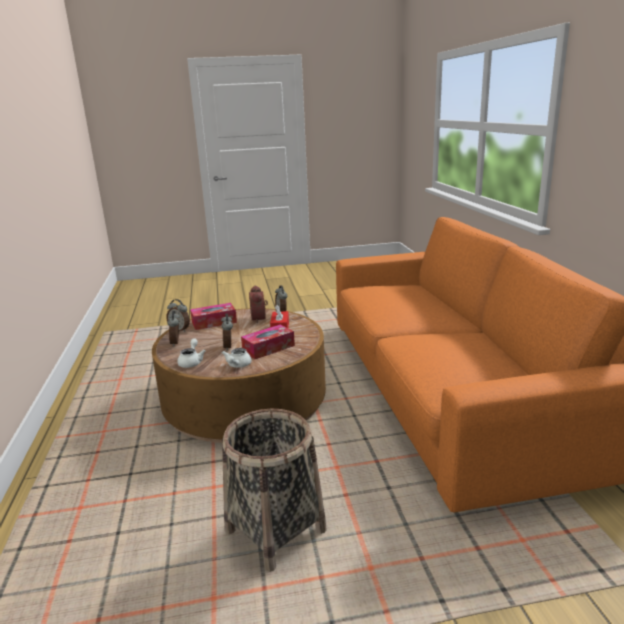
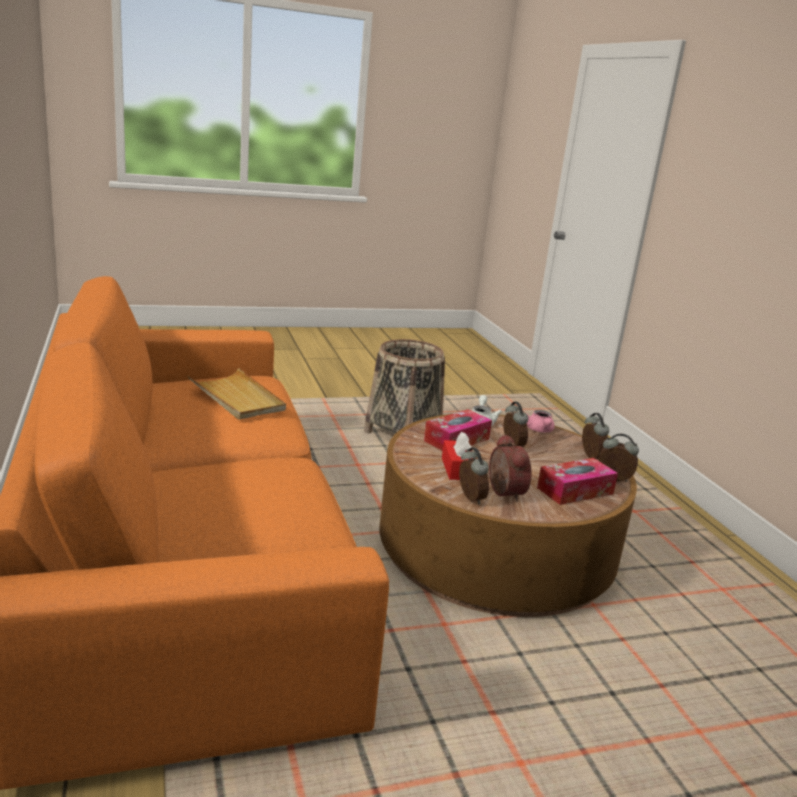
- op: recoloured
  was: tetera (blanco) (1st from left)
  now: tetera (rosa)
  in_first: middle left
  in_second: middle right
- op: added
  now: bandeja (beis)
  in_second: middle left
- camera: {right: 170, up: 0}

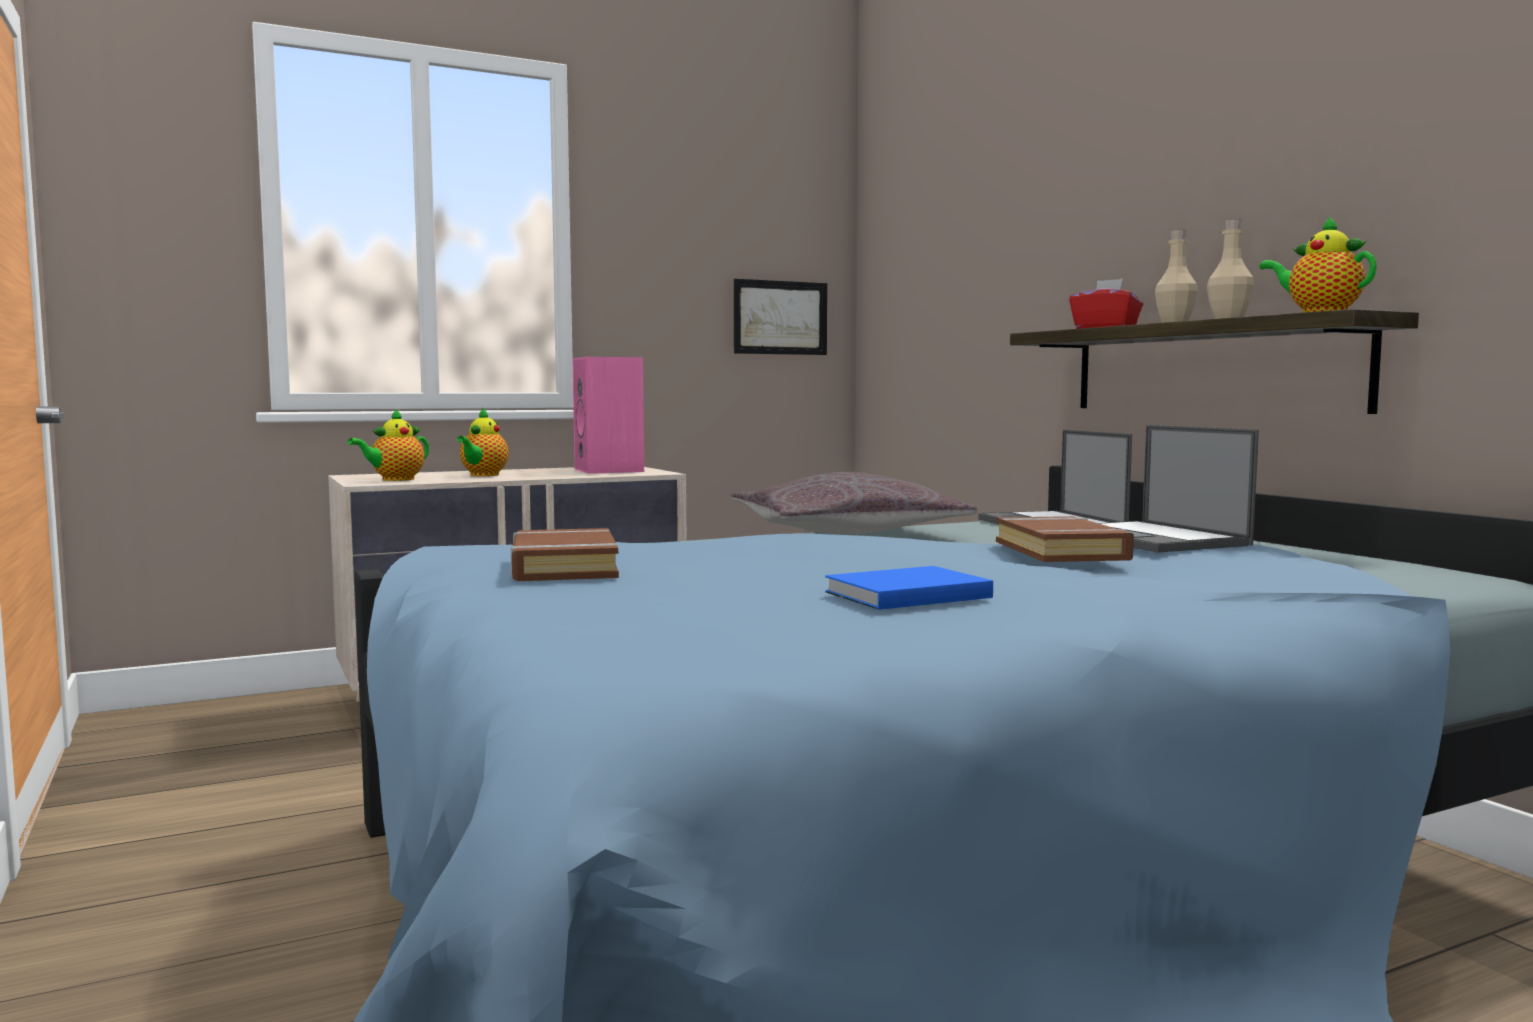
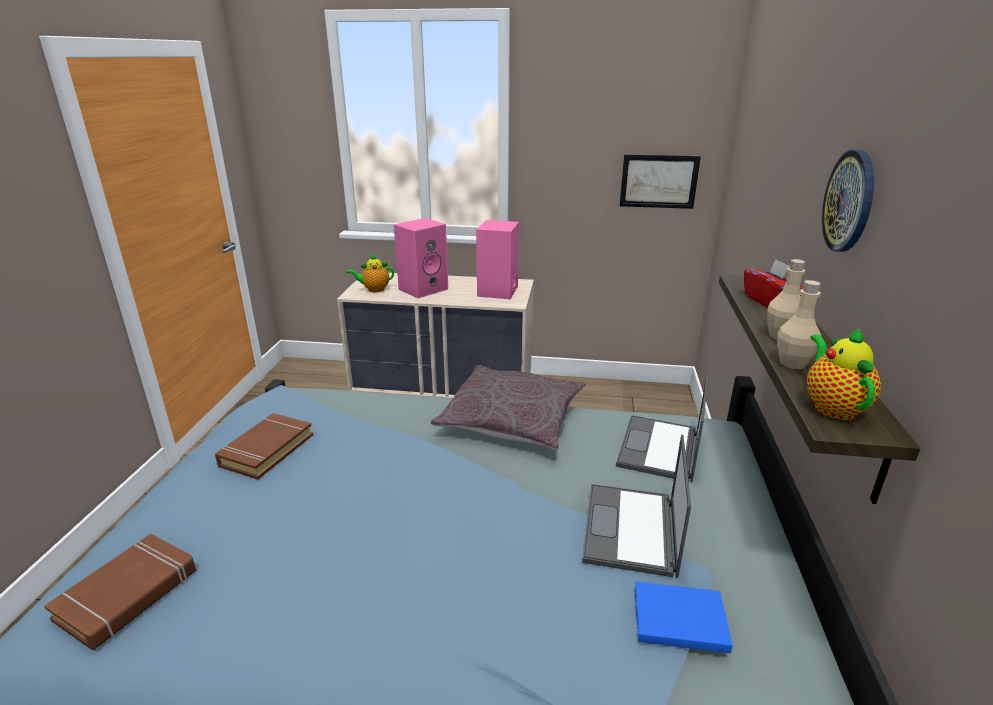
- op: replaced
  was: tetera (2nd from left)
  now: altavoz (rosa) (1st from left)
  in_first: middle left
  in_second: centre
- op: moved
  was: libro (marrón) (2nd from left in the first image)
  now: libro (marrón) (1st from left)
  in_first: middle right
  in_second: bottom left
- op: moved
  was: libro (azul)
  in_first: centre
  in_second: bottom right
- op: added
  now: reloj de pared
  in_second: top right
- camera: {right: 35, up: 20}

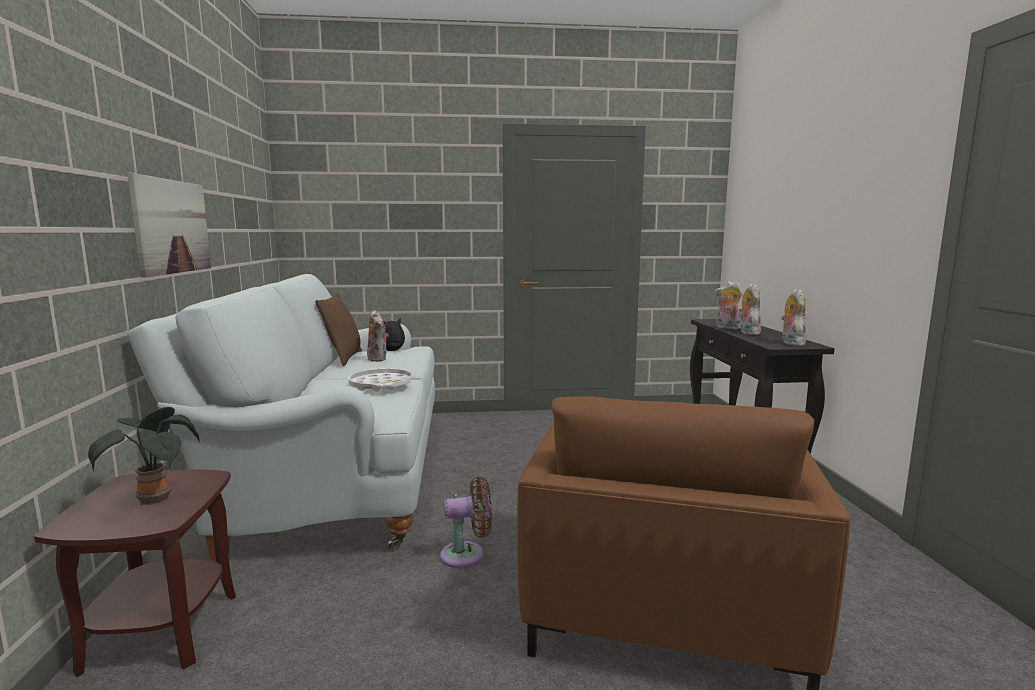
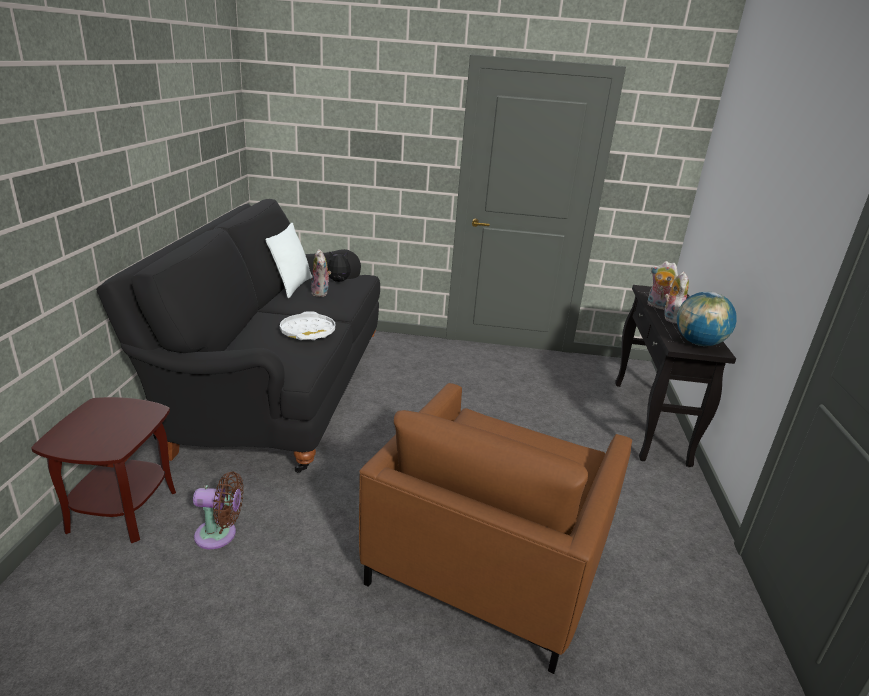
- op: removed
  was: cuadro
  in_first: top left
- op: recoloured
  was: sofá (blanco)
  now: sofá (negro)
  in_first: middle left
  in_second: middle left
- op: replaced
  was: peluche (5th from left)
  now: globo terráqueo
  in_first: middle right
  in_second: middle right
- op: recoloured
  was: cojín (marrón)
  now: cojín (blanco)
  in_first: middle left
  in_second: middle left
- op: removed
  was: planta en maceta
  in_first: middle left
- op: moved
  was: ventilador (marrón)
  in_first: bottom centre
  in_second: bottom left
- camera: {right: 10, up: 15}

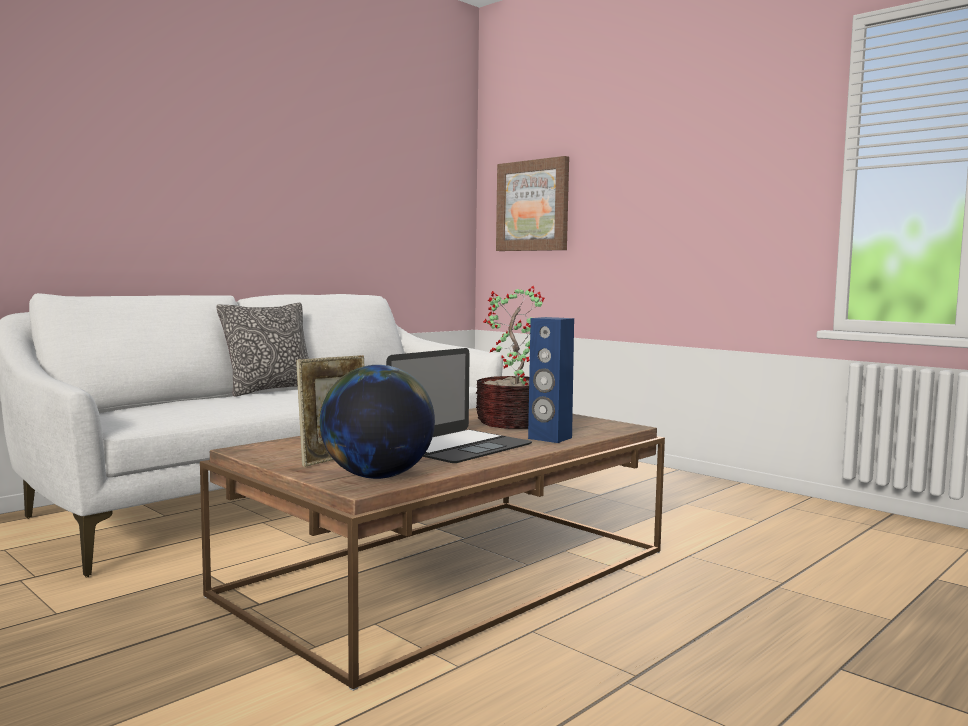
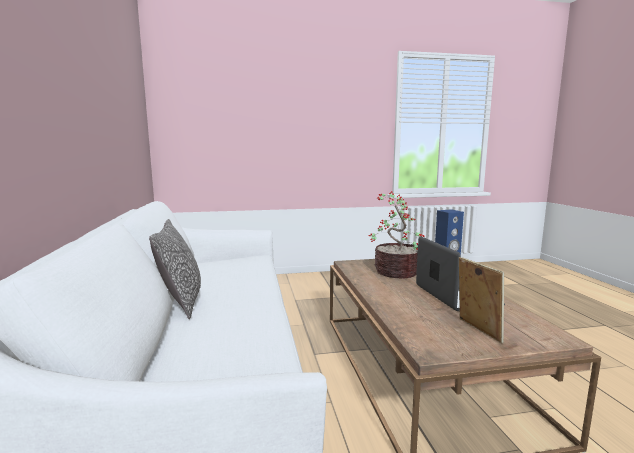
- op: removed
  was: cuadro
  in_first: top centre
- op: removed
  was: globo terráqueo
  in_first: centre
- camera: {right: -55, up: 5}

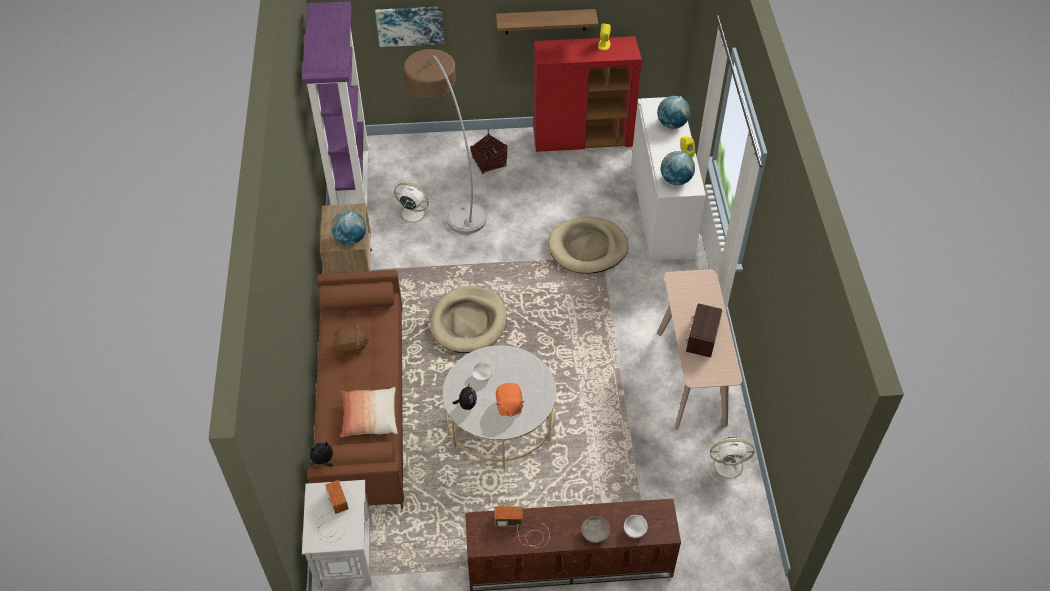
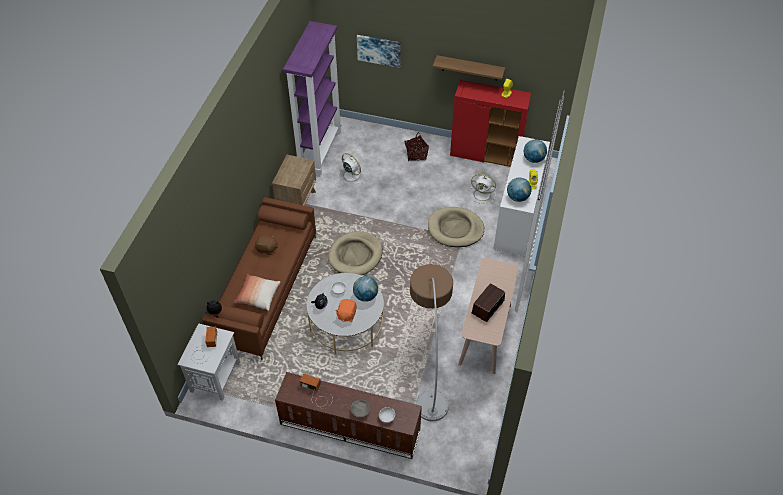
- op: moved
  was: lámpara de pie
  in_first: top centre
  in_second: bottom centre
- op: moved
  was: globo terráqueo (1st from left)
  in_first: middle left
  in_second: centre
- op: moved
  was: ventilador (blanco) (2nd from left)
  in_first: bottom right
  in_second: centre
- camera: {right: 20, up: 0}

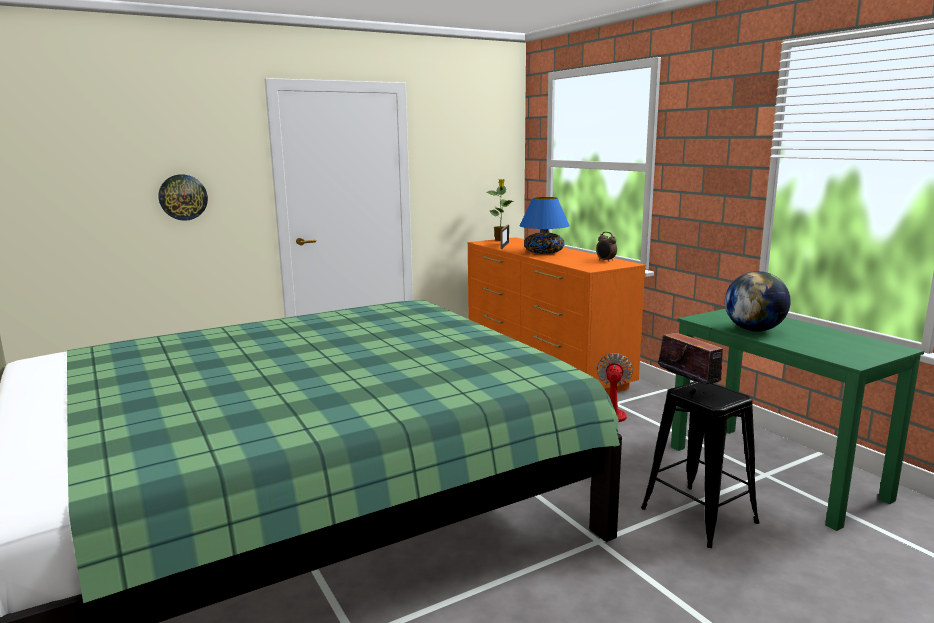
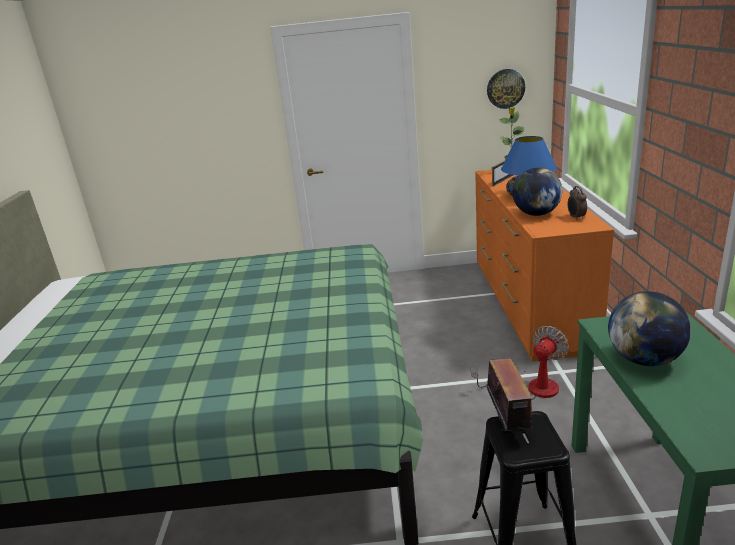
- op: moved
  was: reloj de pared
  in_first: top left
  in_second: top right
- op: added
  now: globo terráqueo (1st from left)
  in_second: middle right
- camera: {right: 30, up: 10}

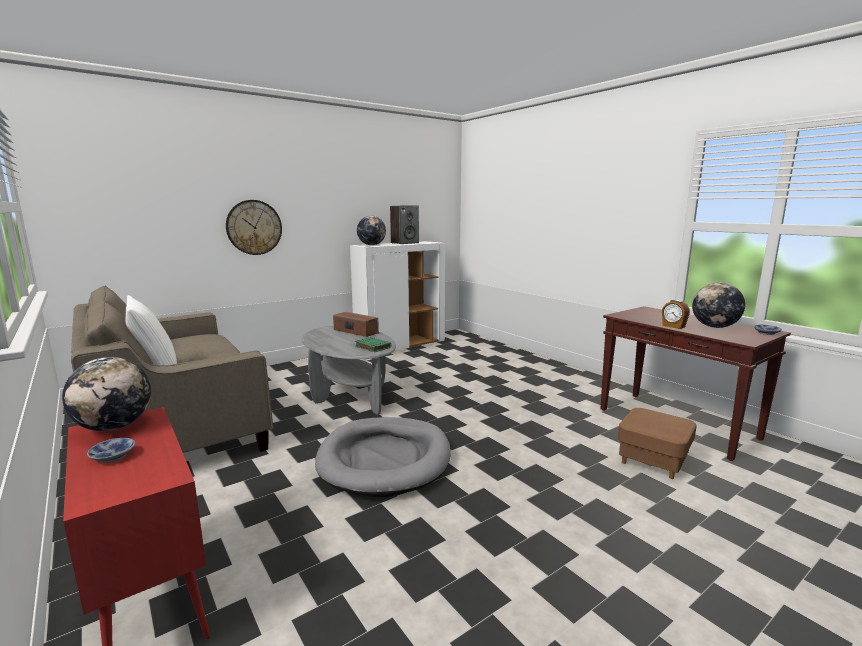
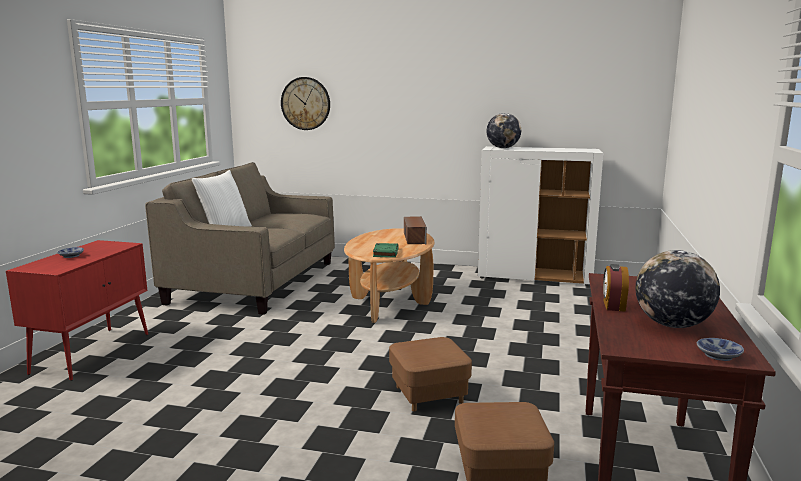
- op: moved
  was: reloj de pared
  in_first: middle left
  in_second: top centre
- op: removed
  was: altavoz (2nd from left)
  in_first: centre
- op: recoloured
  was: mesa de centro (gris)
  now: mesa de centro (marrón)
  in_first: centre
  in_second: centre
- op: removed
  was: globo terráqueo (1st from left)
  in_first: middle left
- op: removed
  was: cama para perro (gris)
  in_first: bottom centre
- op: added
  now: puf (marrón) (1st from left)
  in_second: bottom centre
- camera: {right: 50, up: 0}

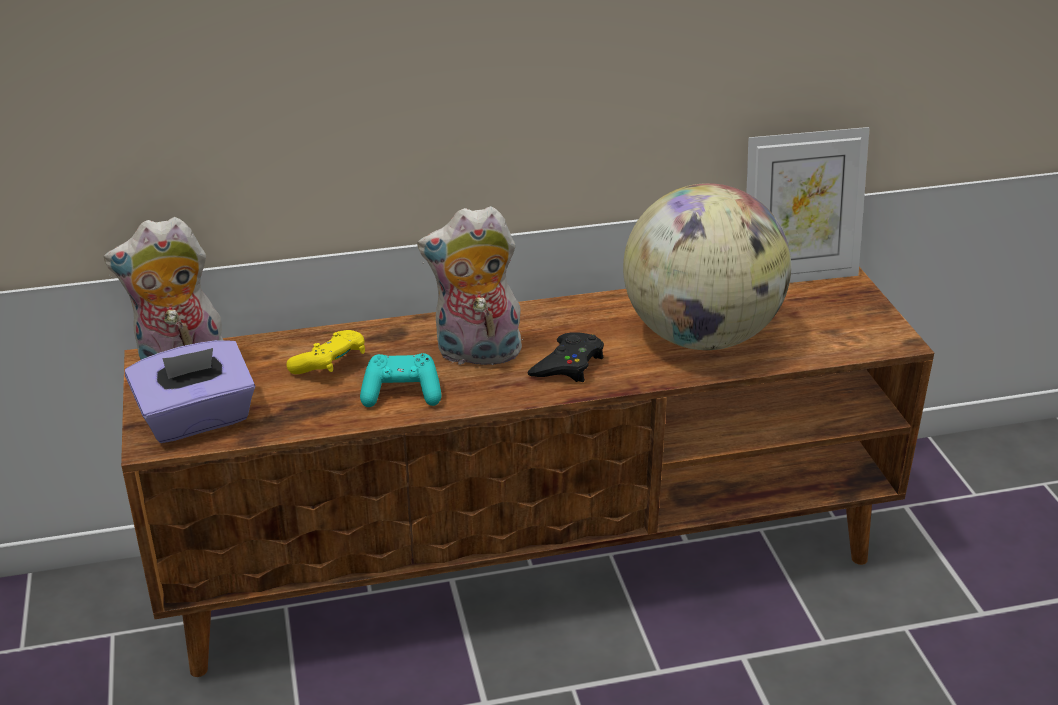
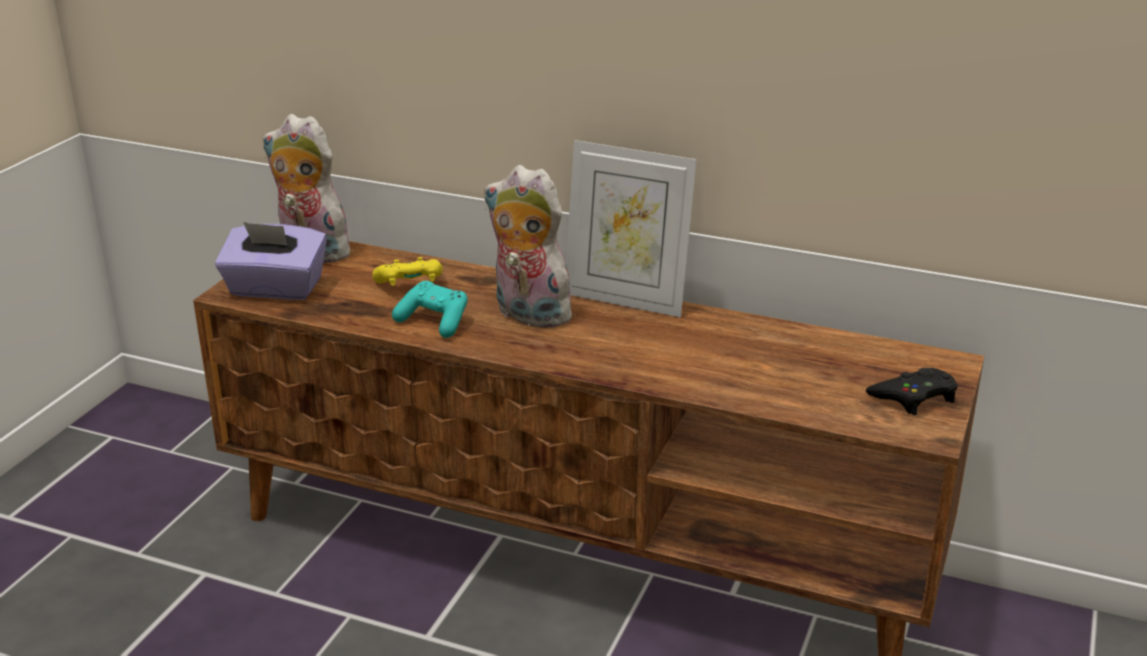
- op: moved
  was: portarretratos
  in_first: top right
  in_second: centre
- op: removed
  was: globo terráqueo
  in_first: middle right
- op: moved
  was: mando de consola (negro)
  in_first: centre
  in_second: middle right
- camera: {right: 35, up: -5}

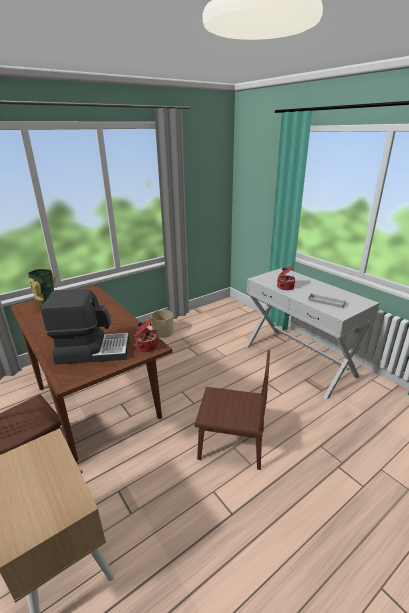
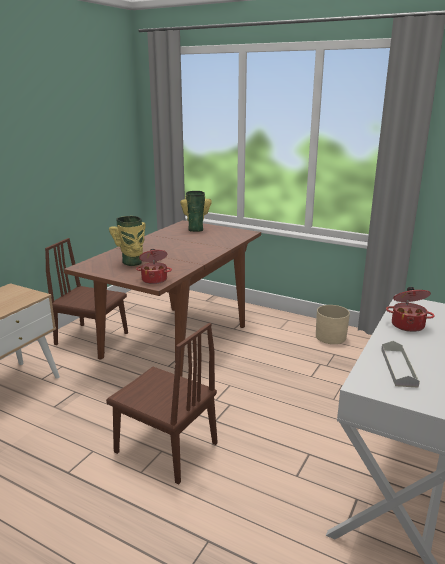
- op: replaced
  was: cafetera
  now: florero (1st from left)
  in_first: middle left
  in_second: middle left
- op: turned
  was: silla (marrón) (2nd from left)
  in_first: bottom centre
  in_second: bottom centre
  clockwise: -45
- camera: {right: 65, up: -5}

